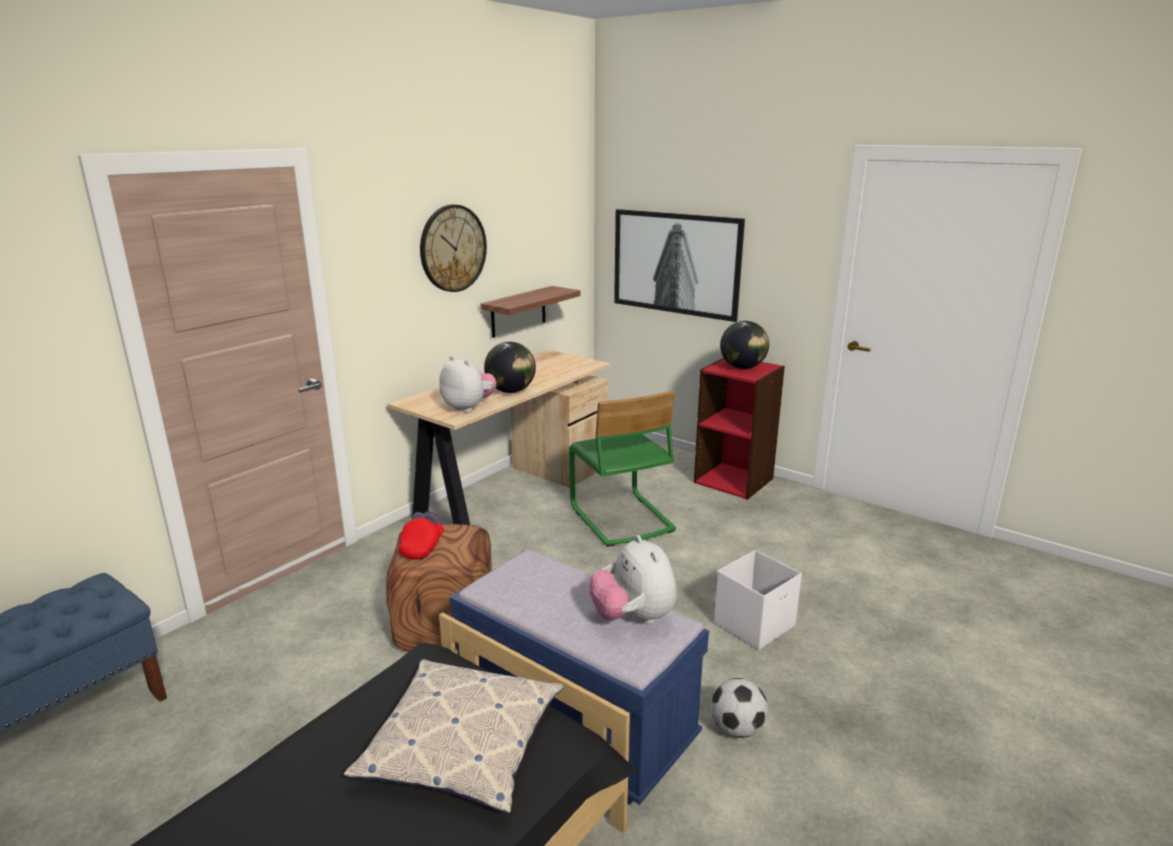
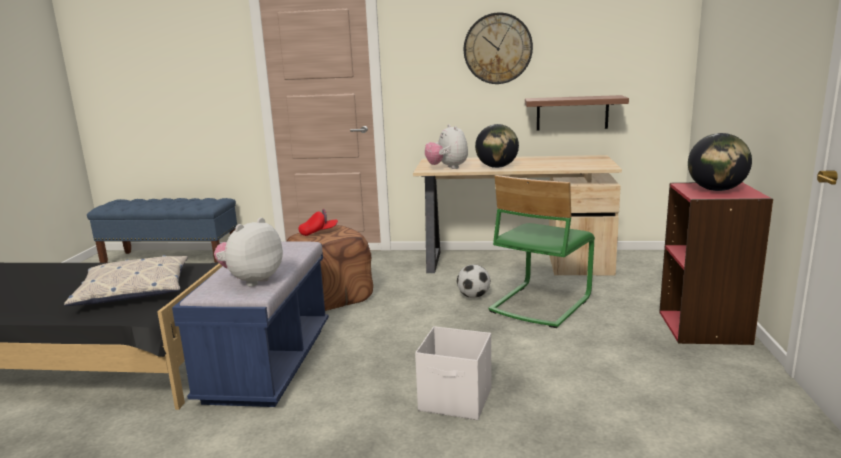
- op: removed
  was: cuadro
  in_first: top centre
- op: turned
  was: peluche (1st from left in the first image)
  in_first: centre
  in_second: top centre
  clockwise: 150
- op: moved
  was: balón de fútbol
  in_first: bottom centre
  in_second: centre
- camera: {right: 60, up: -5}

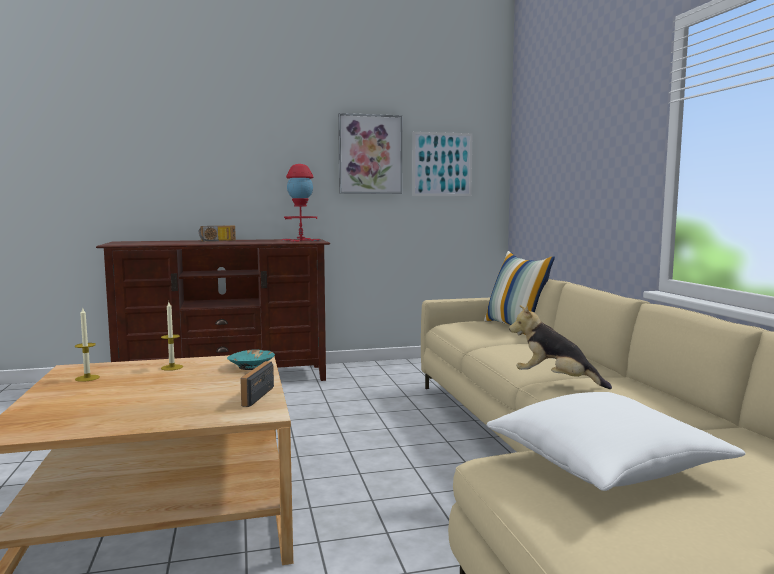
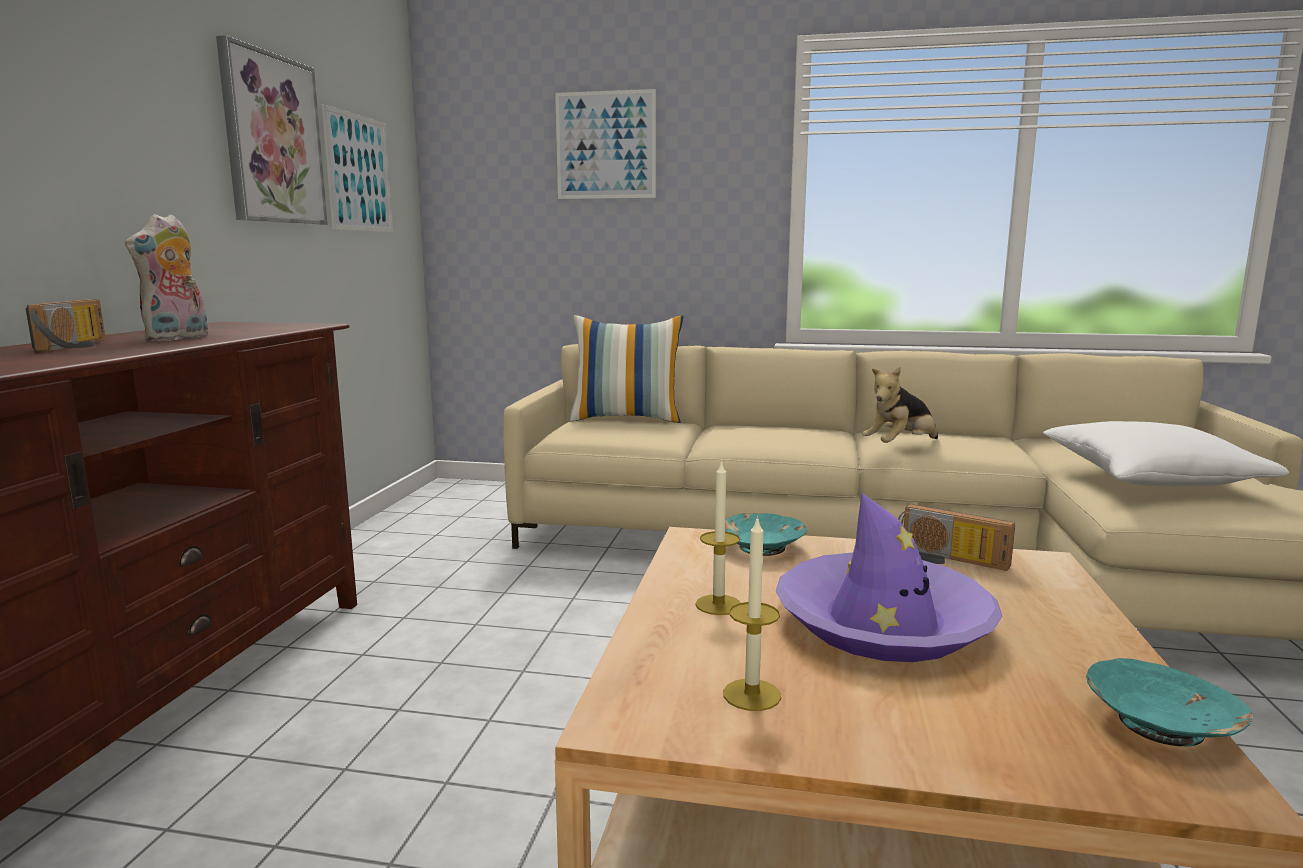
- op: removed
  was: lámpara de mesa (rojo)
  in_first: centre
- op: added
  now: cuadro (3rd from left)
  in_second: top centre
- op: added
  now: peluche (1st from left)
  in_second: top left
- op: added
  now: sombrero (morado)
  in_second: middle right
- op: added
  now: cuenco (turquesa) (2nd from left)
  in_second: bottom right
- camera: {right: -65, up: 5}

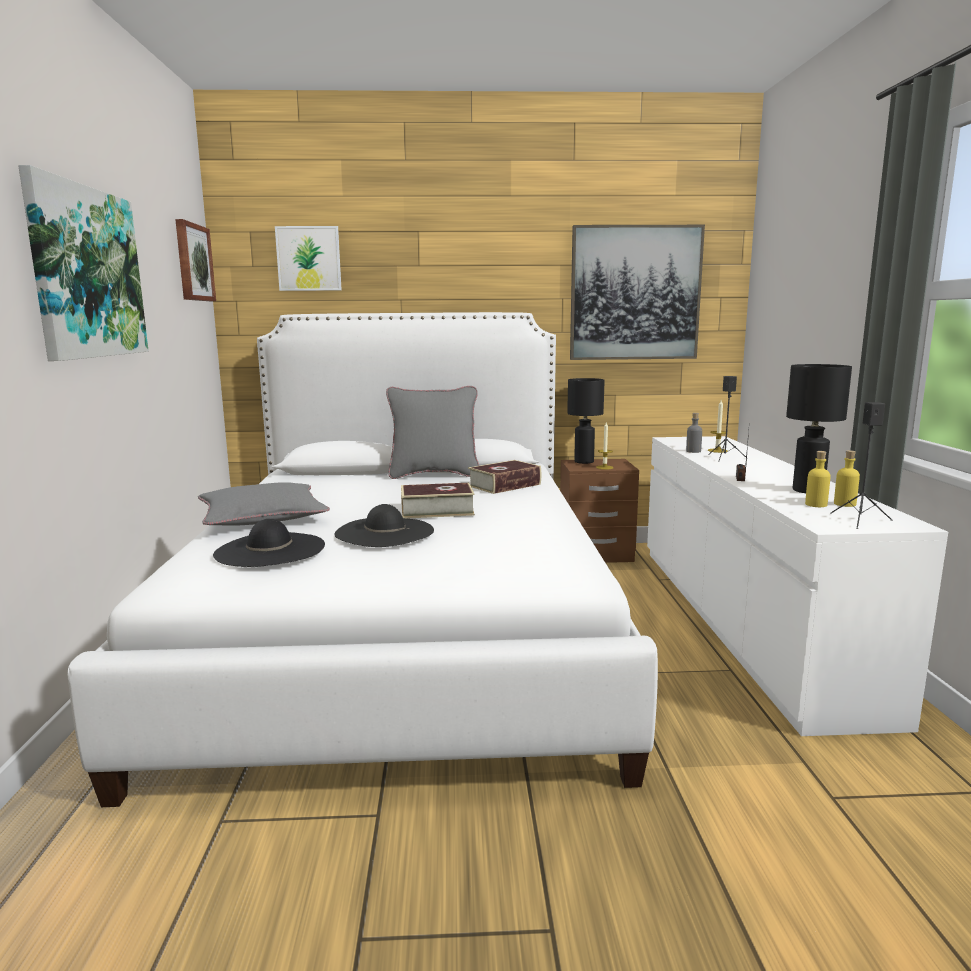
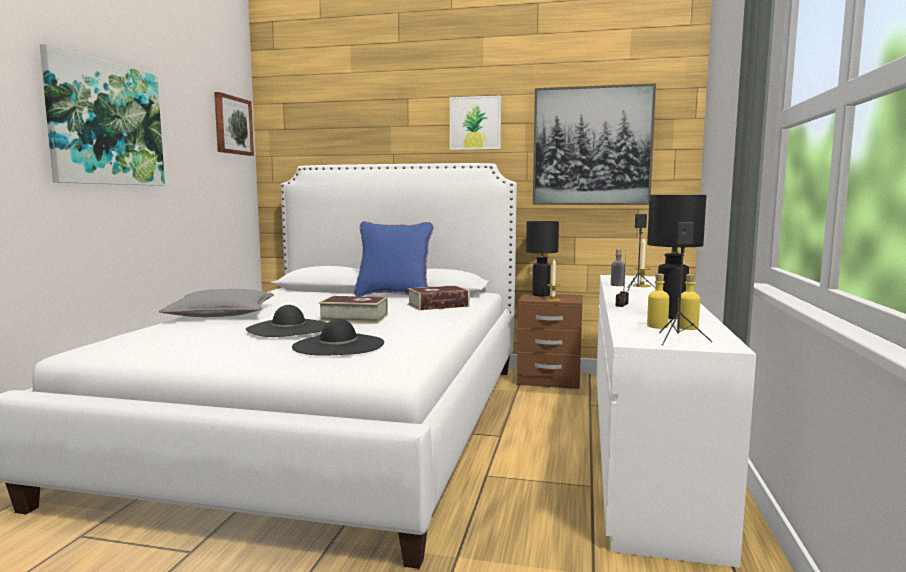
- op: moved
  was: cuadro (3rd from left)
  in_first: top left
  in_second: top centre
- op: recoloured
  was: cojín (gris) (2nd from left)
  now: cojín (azul)
  in_first: centre
  in_second: centre
- op: moved
  was: sombrero (negro) (1st from left in the first image)
  now: sombrero (negro) (2nd from left)
  in_first: middle left
  in_second: centre
- camera: {right: 15, up: -5}

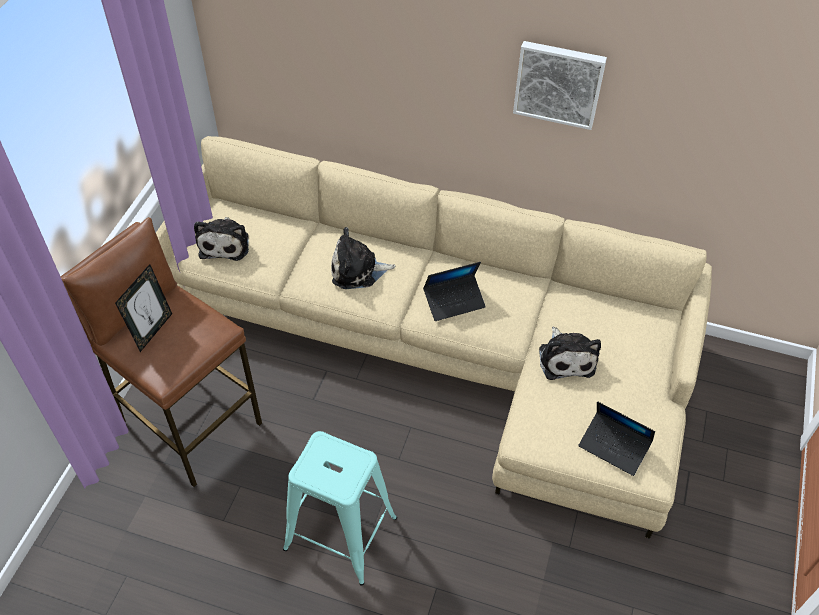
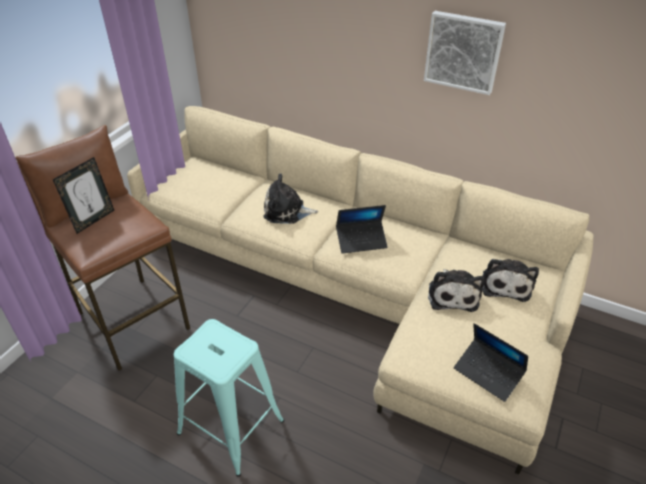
- op: moved
  was: peluche (1st from left in the first image)
  now: peluche (3rd from left)
  in_first: middle left
  in_second: middle right
- camera: {right: 10, up: -10}

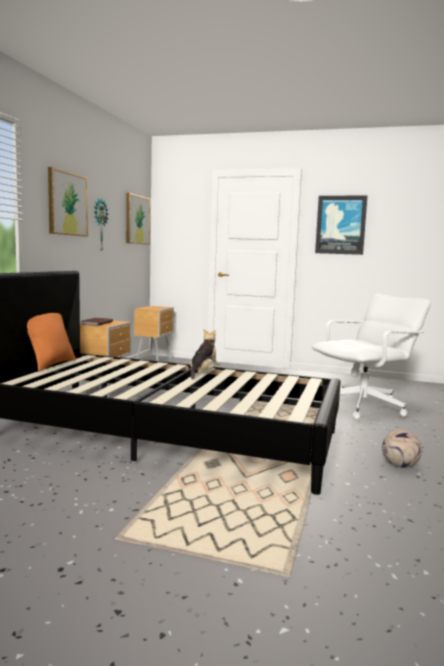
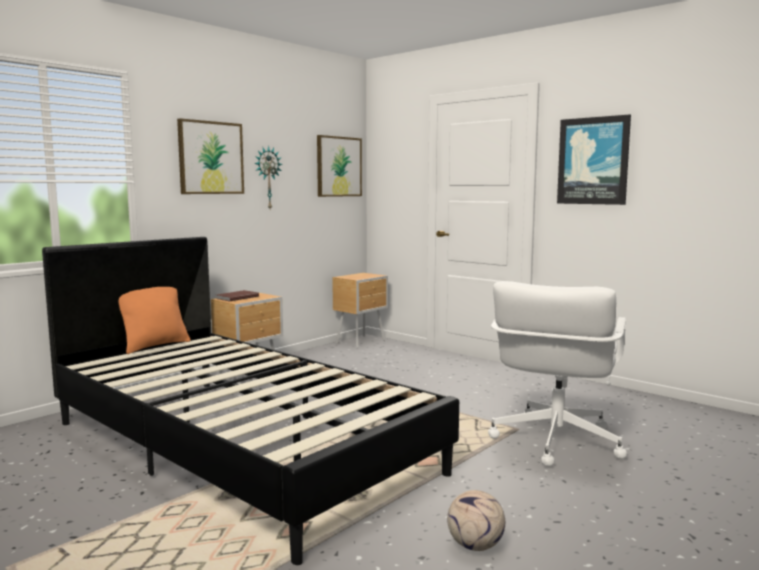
- op: turned
  was: silla de oficina (blanco)
  in_first: middle right
  in_second: middle right
  clockwise: 120
- op: removed
  was: peluche
  in_first: centre
- camera: {right: 25, up: 0}

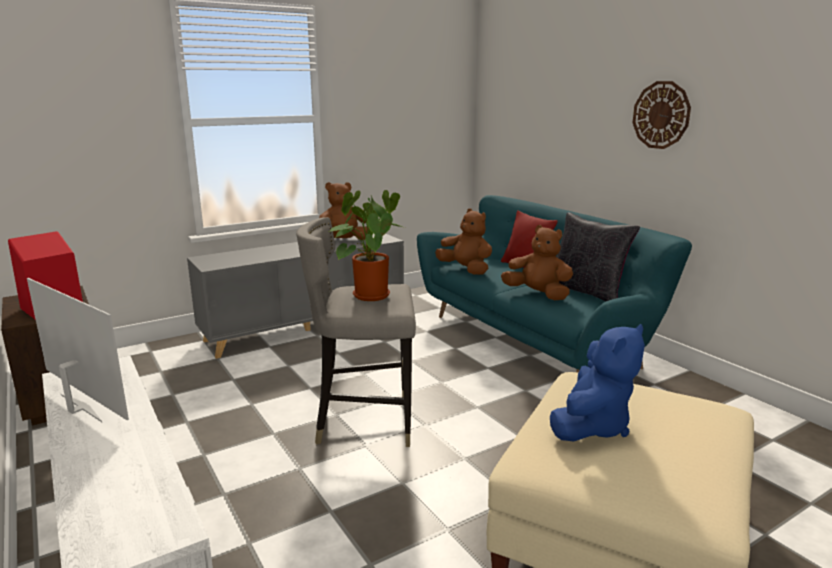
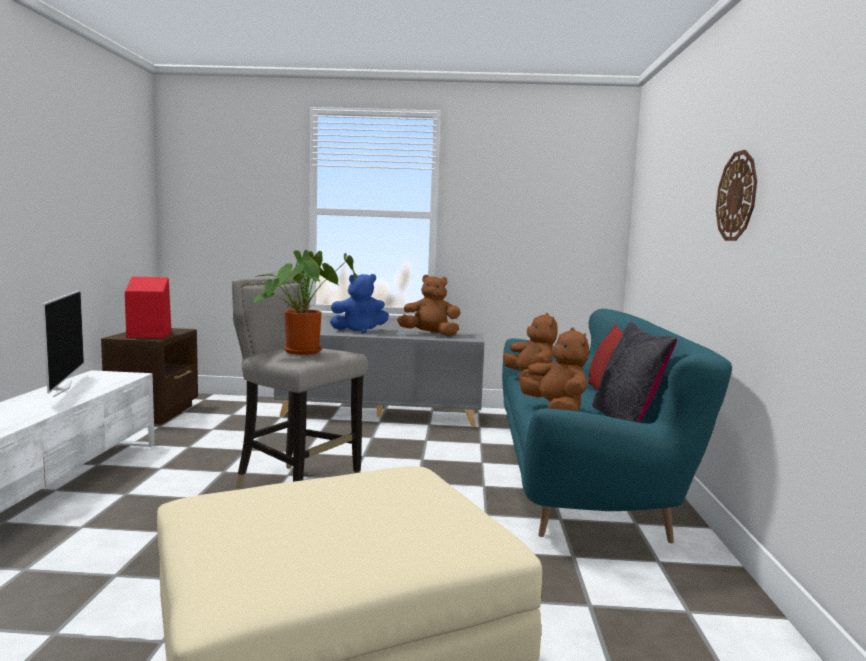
- op: moved
  was: peluche (azul)
  in_first: bottom right
  in_second: centre
- camera: {right: 35, up: -10}

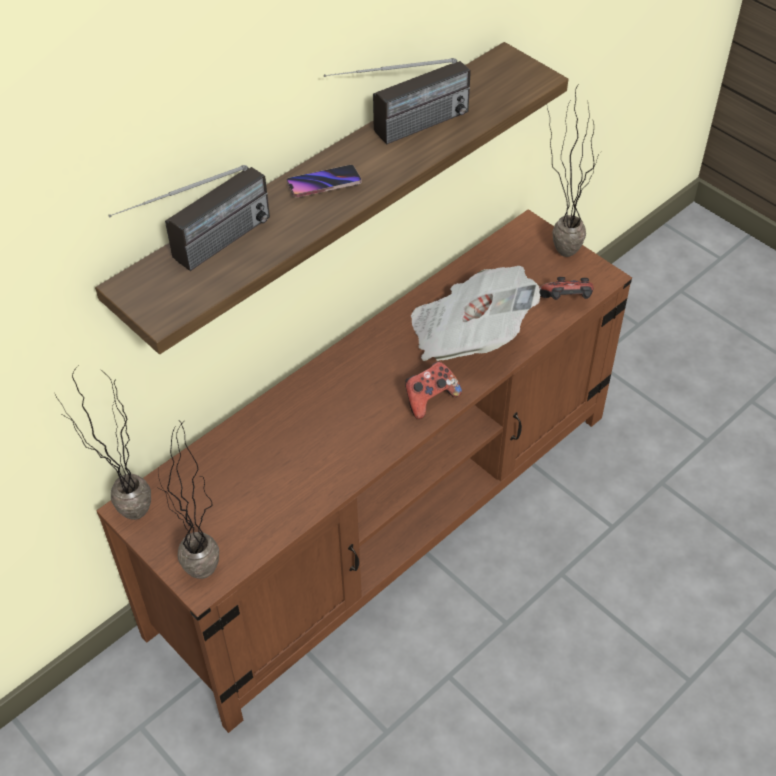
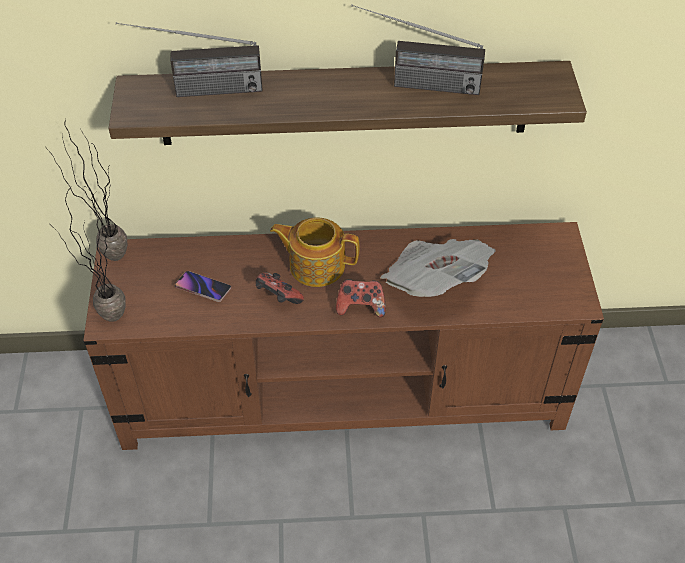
- op: removed
  was: planta en maceta (3rd from left)
  in_first: top right
- op: moved
  was: móvil
  in_first: top centre
  in_second: middle left
- op: moved
  was: mando de consola (2nd from left in the first image)
  now: mando de consola (1st from left)
  in_first: middle right
  in_second: centre
- op: added
  now: tetera
  in_second: centre
- camera: {right: 40, up: 0}

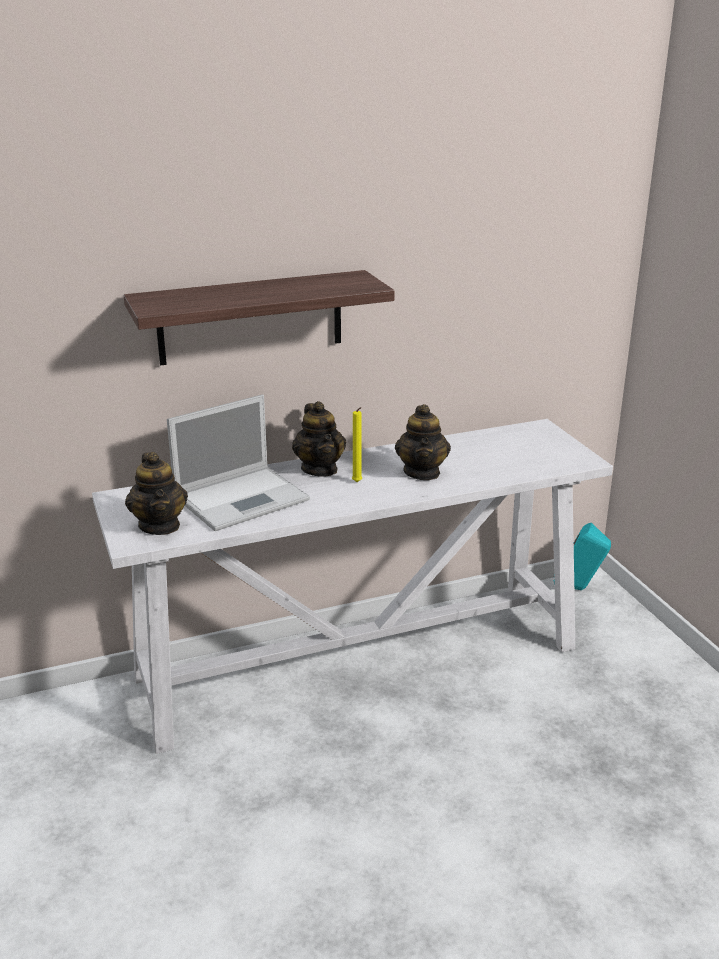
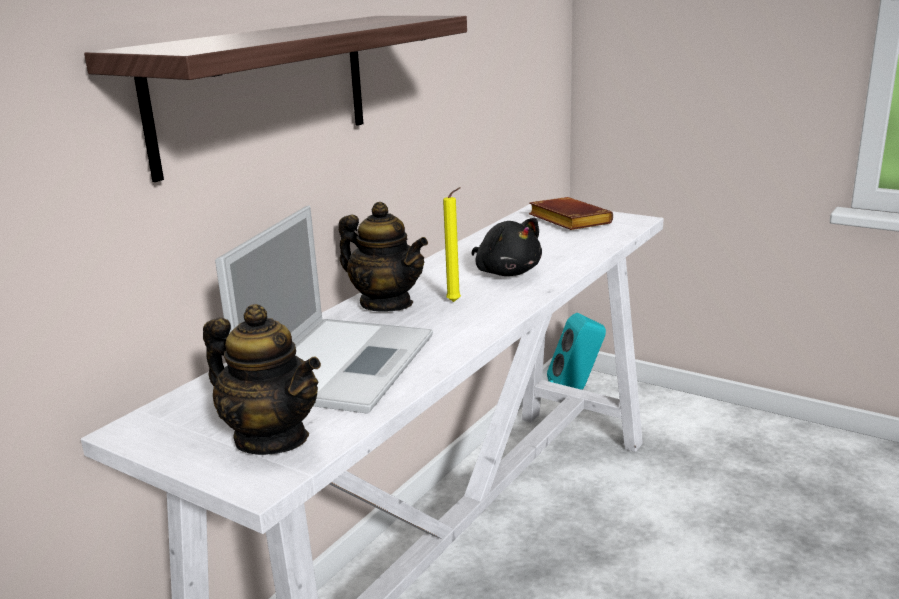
- op: replaced
  was: tetera (3rd from left)
  now: peluche (negro)
  in_first: centre
  in_second: centre
- op: added
  now: libro (marrón)
  in_second: centre
- camera: {right: -35, up: -5}

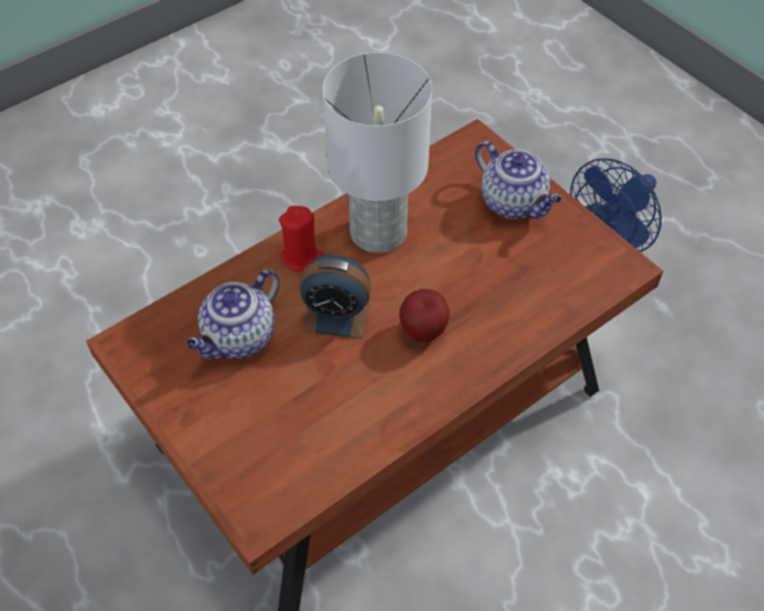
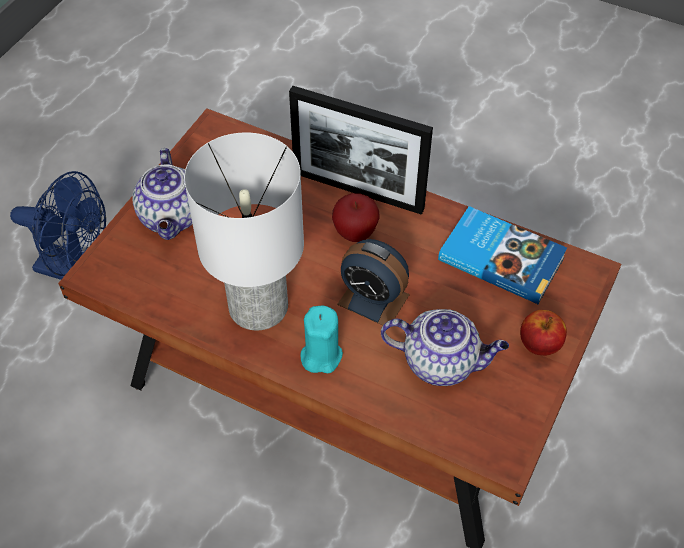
- op: turned
  was: tetera (2nd from left in the first image)
  in_first: top right
  in_second: middle left
  clockwise: 150
- op: recoloured
  was: vela (rojo)
  now: vela (turquesa)
  in_first: centre
  in_second: centre
- op: turned
  was: despertador
  in_first: centre
  in_second: centre
  clockwise: 135
- op: added
  now: portarretratos
  in_second: top centre
- op: added
  now: libro
  in_second: middle right
- op: added
  now: manzana (2nd from left)
  in_second: middle right
- camera: {right: -115, up: 0}

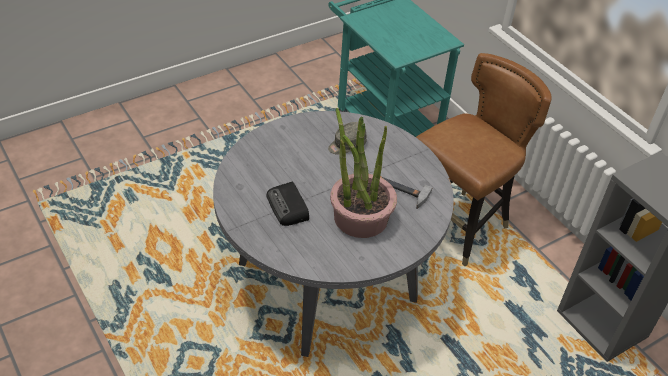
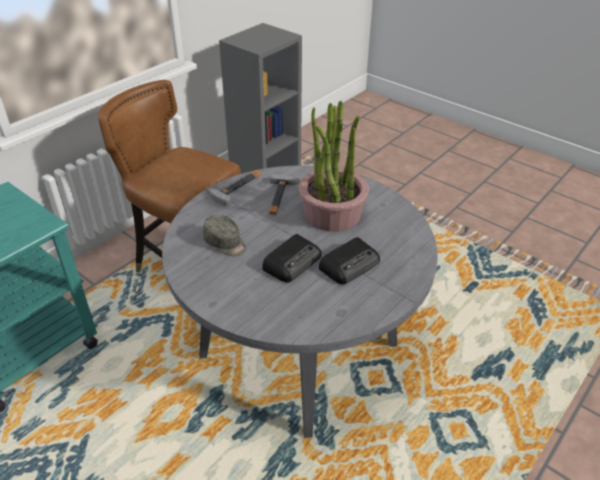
- op: added
  now: martillo (1st from left)
  in_second: centre
- op: added
  now: radio (1st from left)
  in_second: centre
- camera: {right: -105, up: -5}

